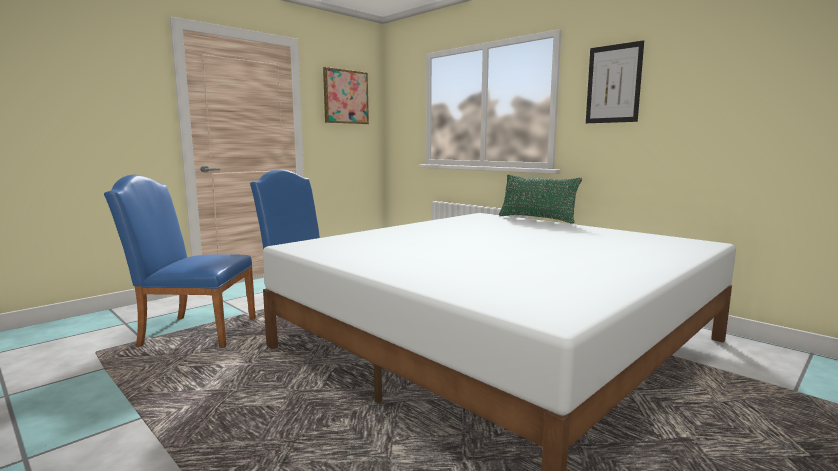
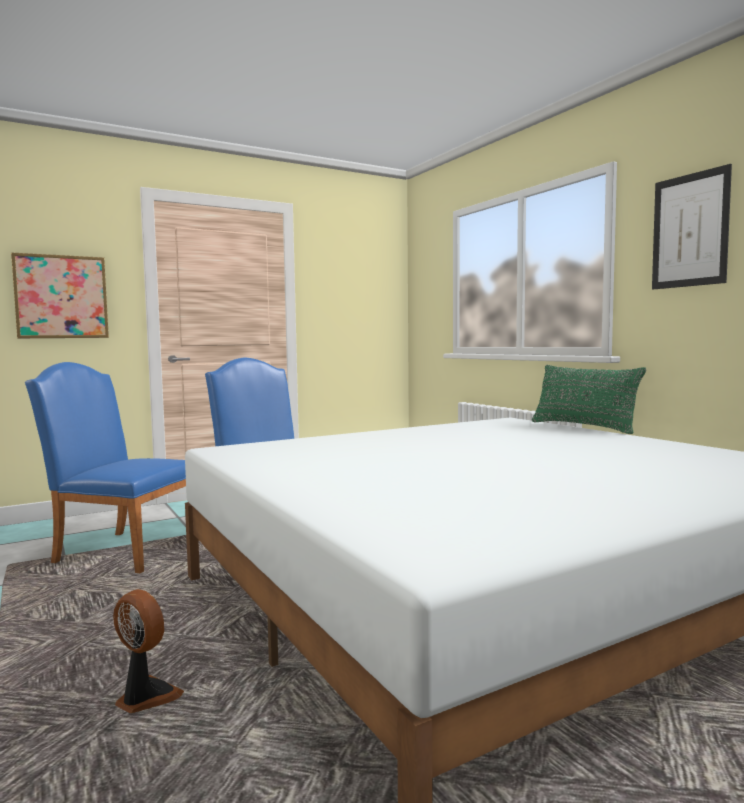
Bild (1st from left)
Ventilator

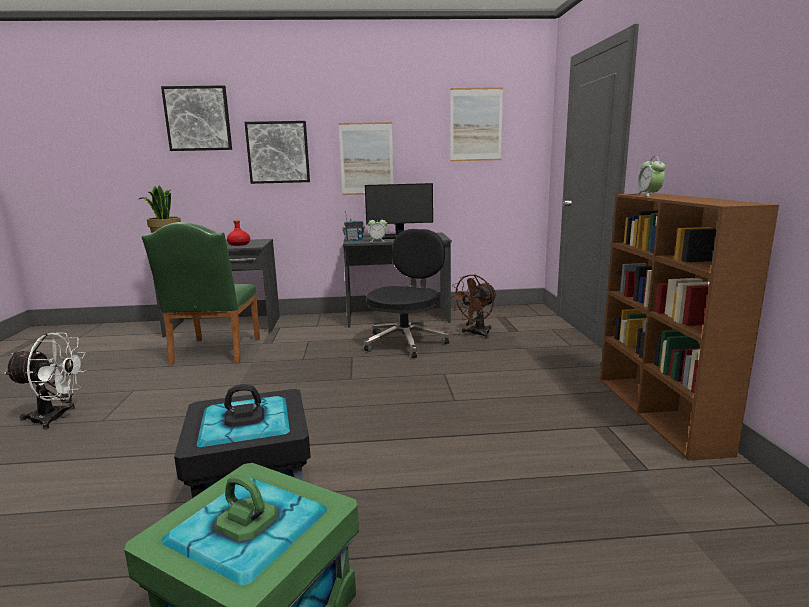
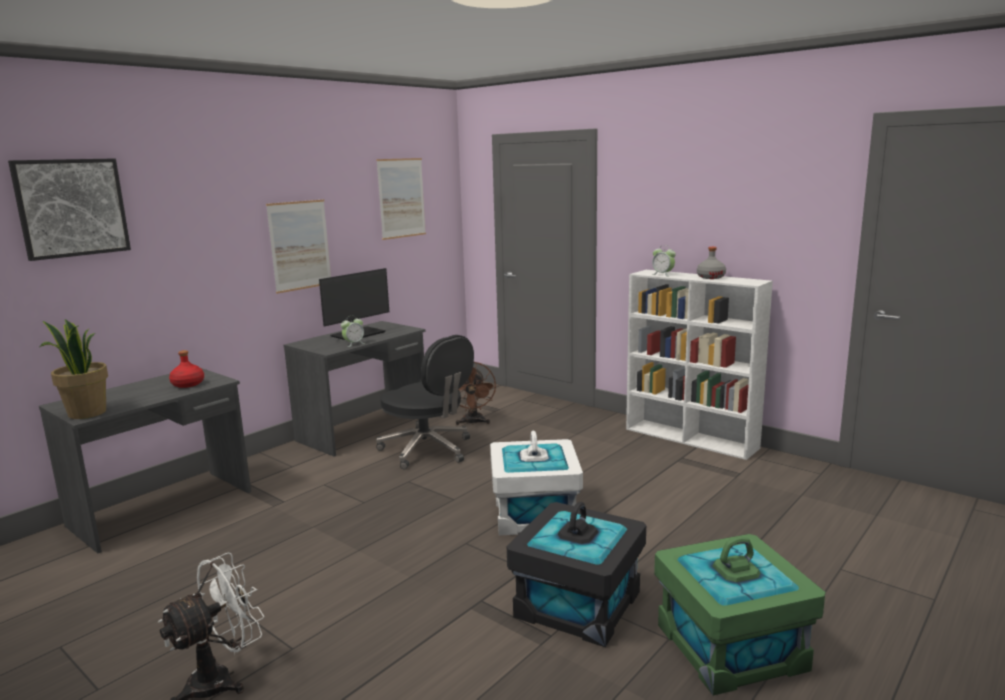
Stuhl/grün
Bild (2nd from left in the first image)
Radio
Bürostuhl/schwarz
Bücherregal/weiß
Aufbewahrungsbox/weiß
Flasche/grau

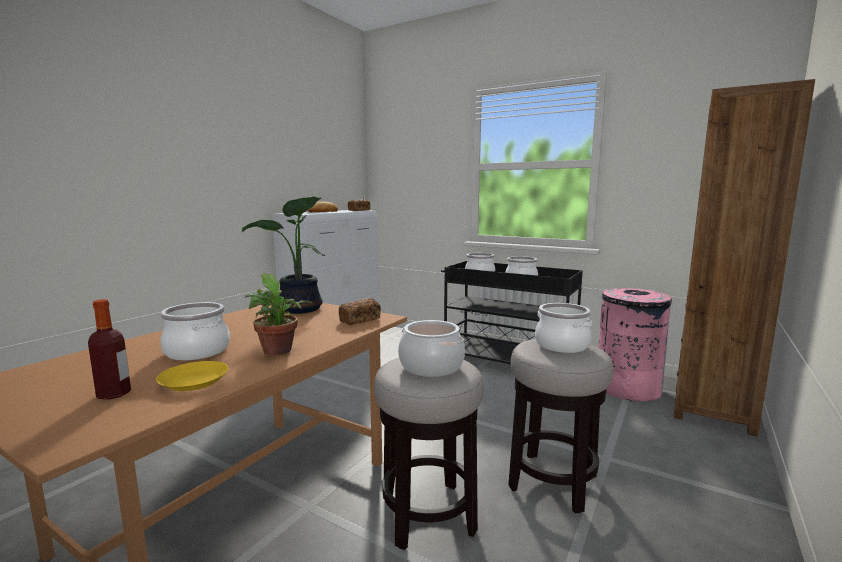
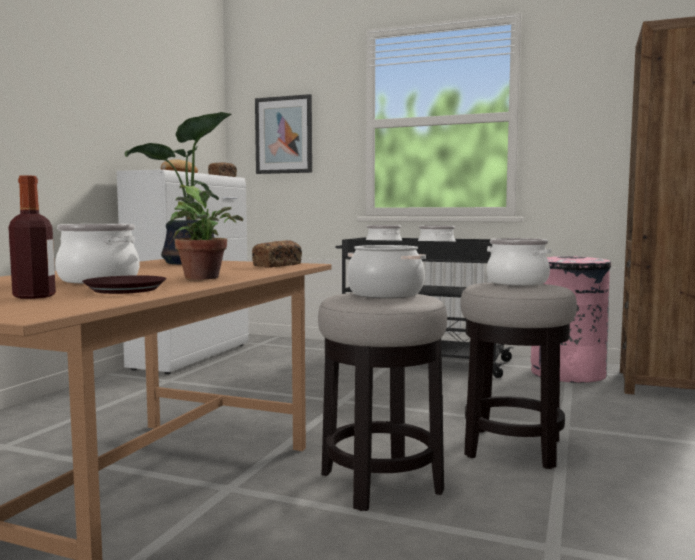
Teller/braun
Bild

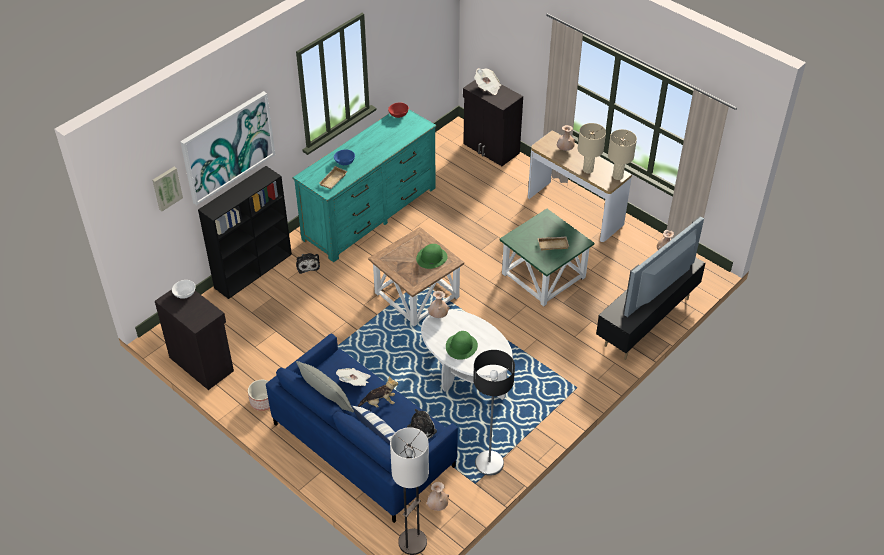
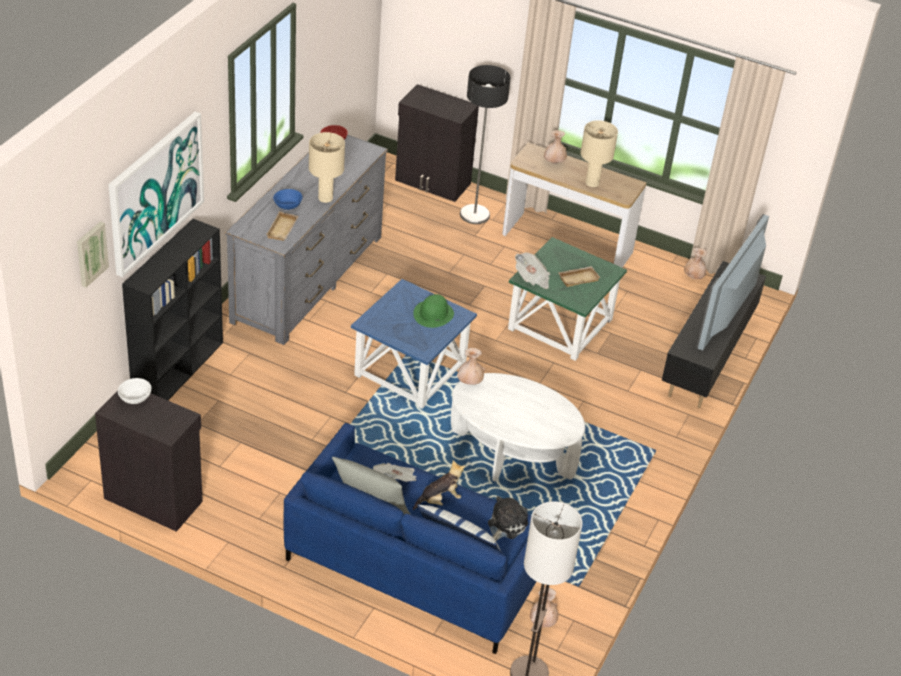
Pflanzkübel
Kommode/grau
Plüschtier (1st from left in the first image)
Beistelltisch/blau
Hut/grün (2nd from left in the first image)
Stehlampe (1st from left)
Zeitung (2nd from left)
Tischlampe/beige (1st from left)

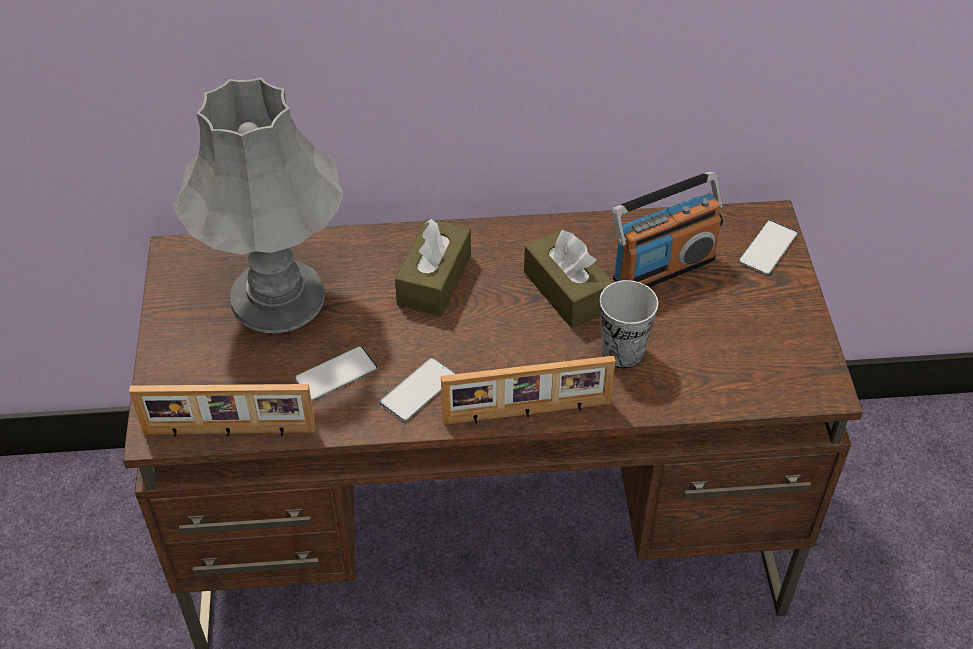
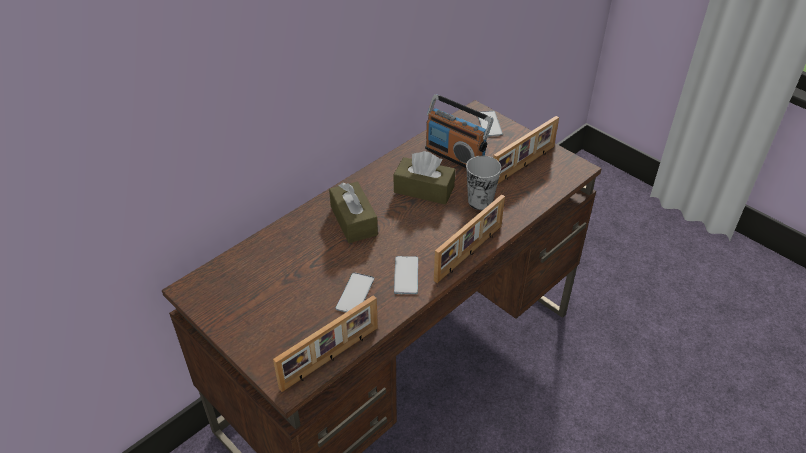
Tischlampe/grau
Radio
Bilderrahmen (3rd from left)

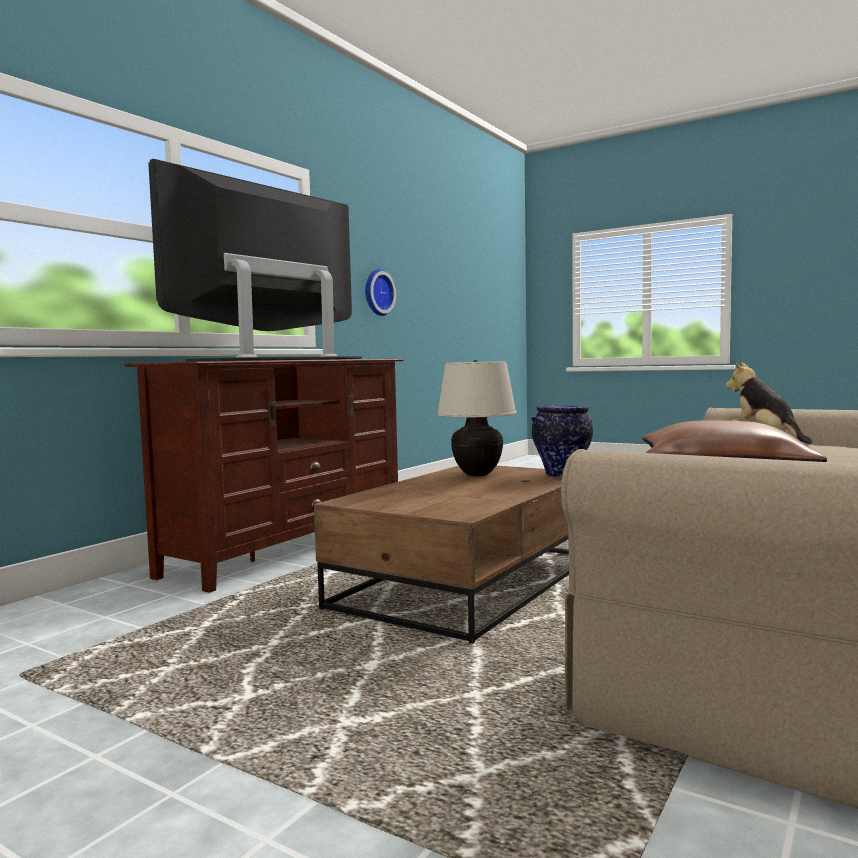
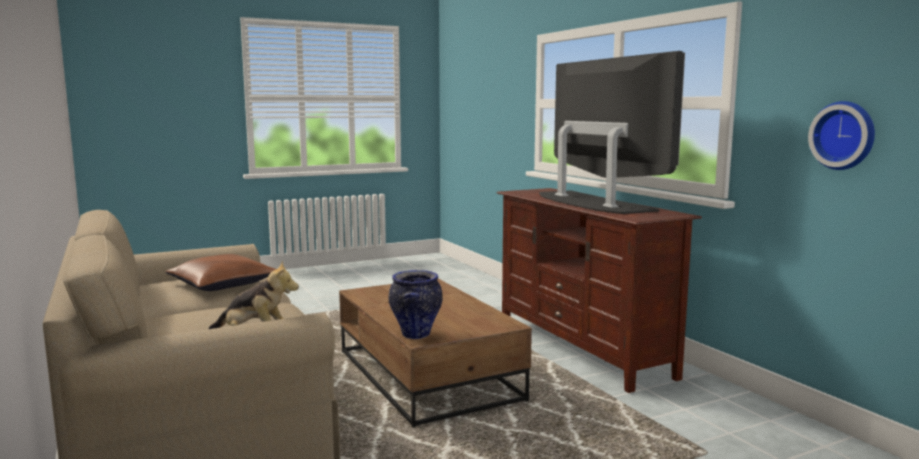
Tischlampe/beige

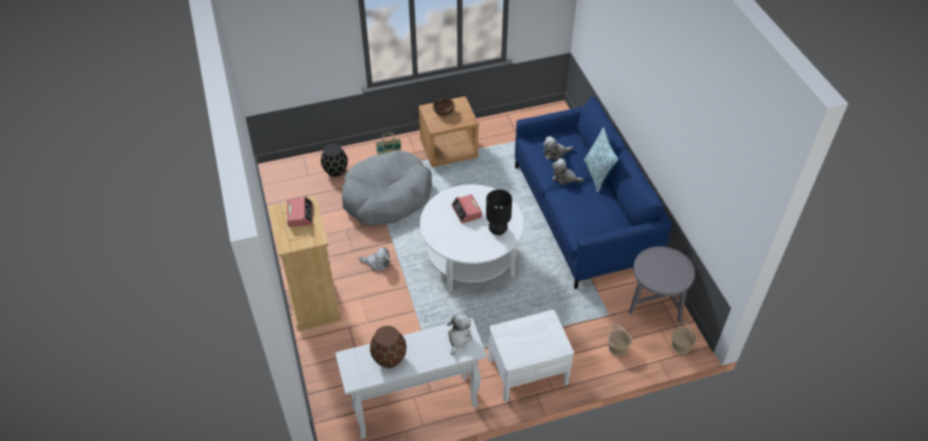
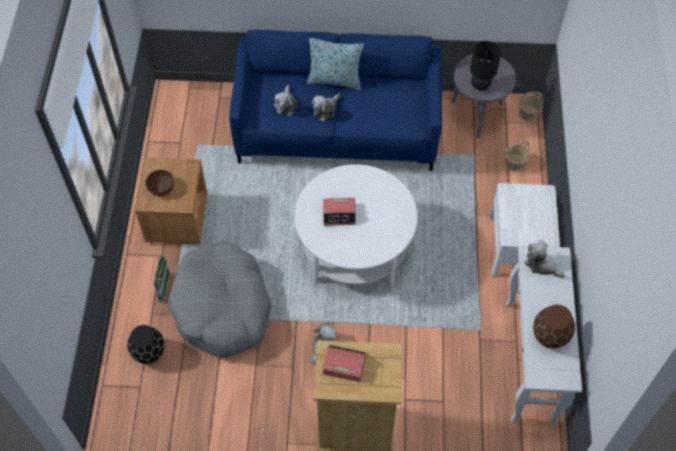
Tischlampe/schwarz

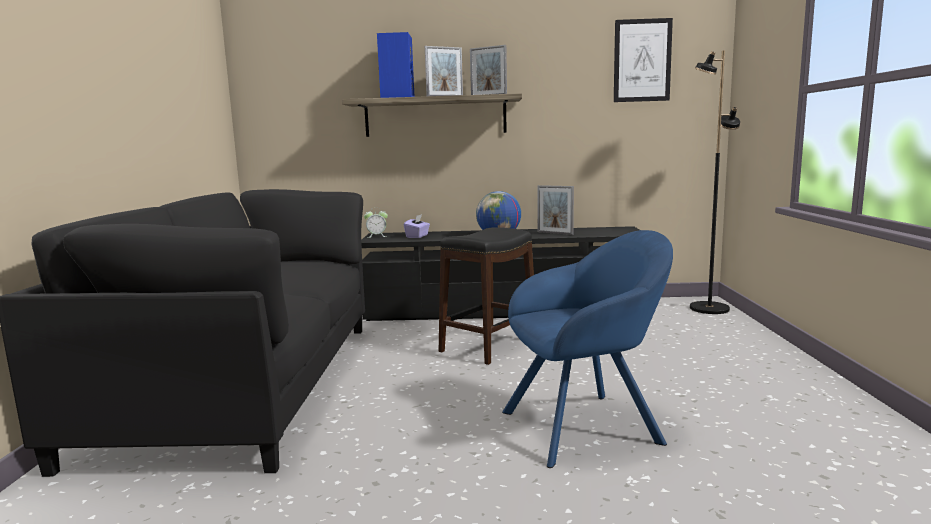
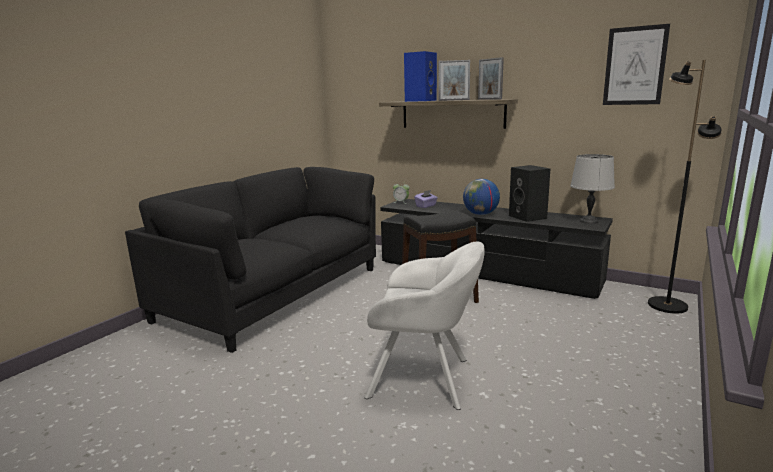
Sessel/weiß
Lautsprecher/schwarz
Tischlampe/grau

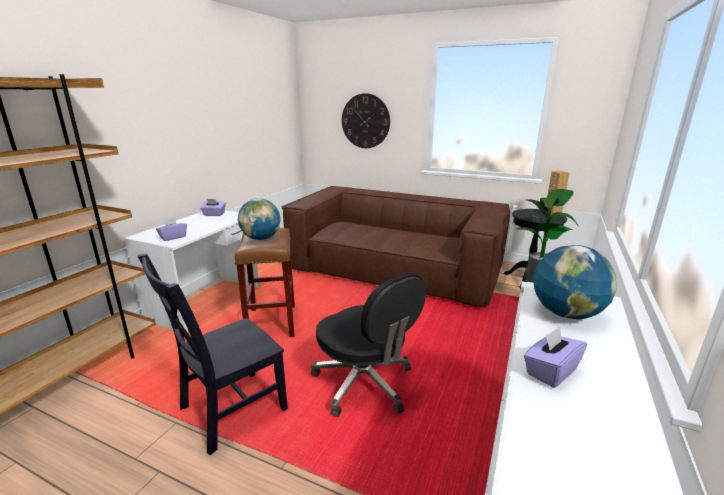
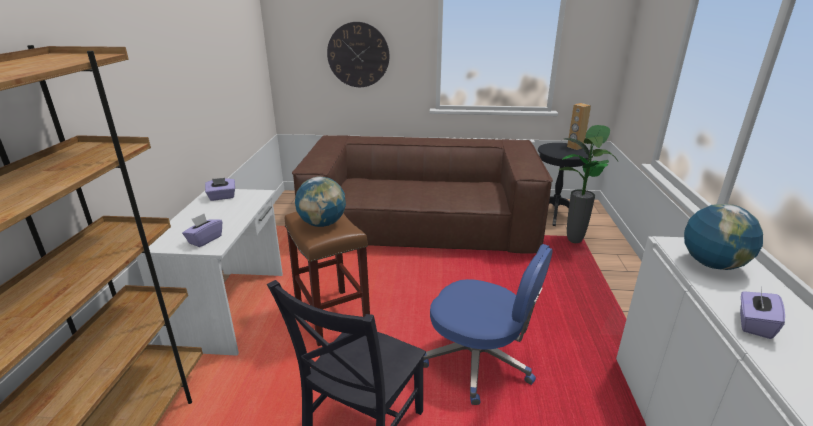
Bürostuhl/blau

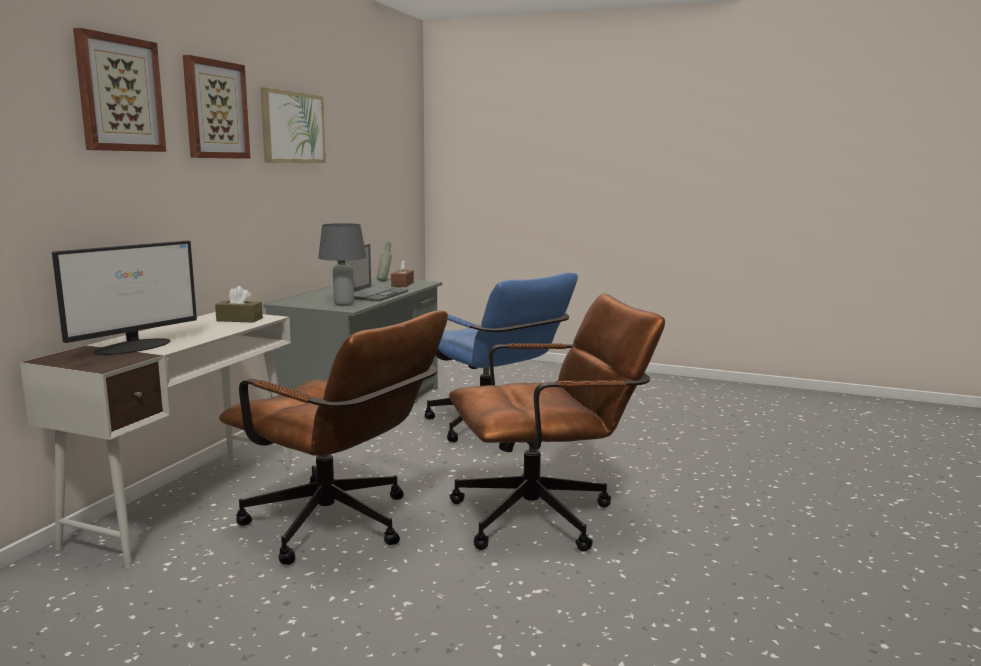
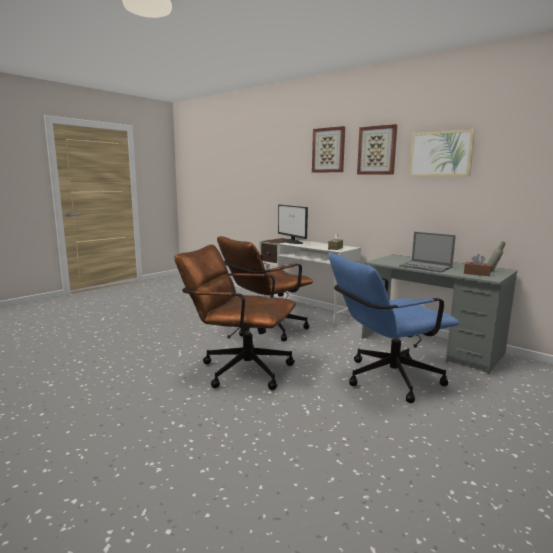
Tischlampe/grau
Bürostuhl/braun (1st from left)

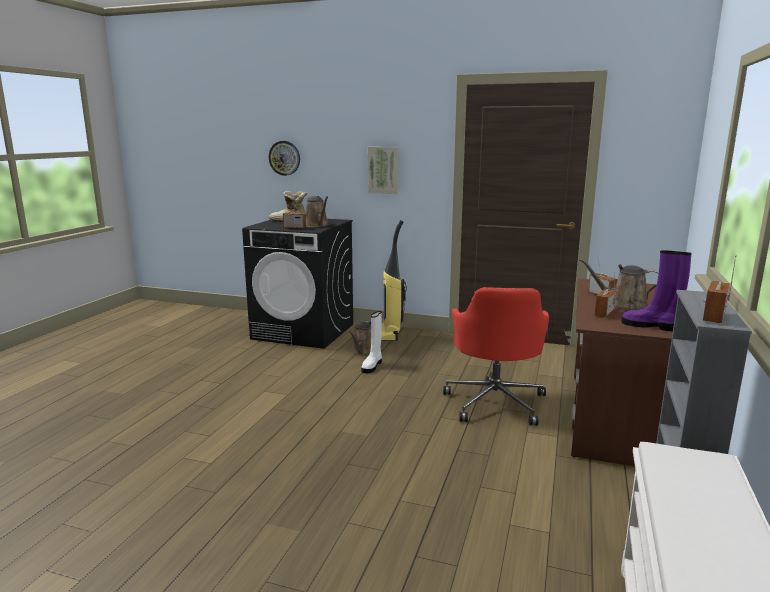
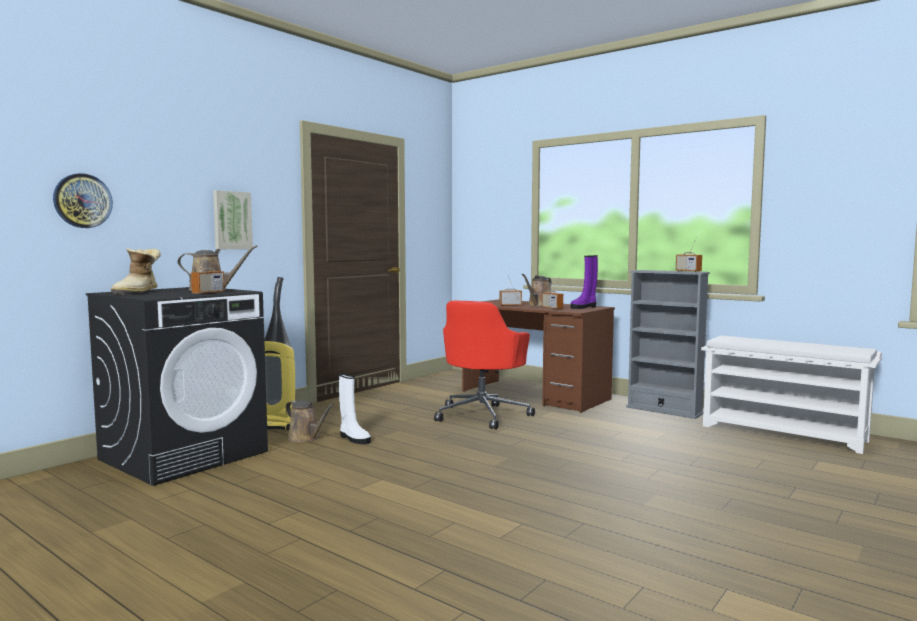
Bürostuhl/rot

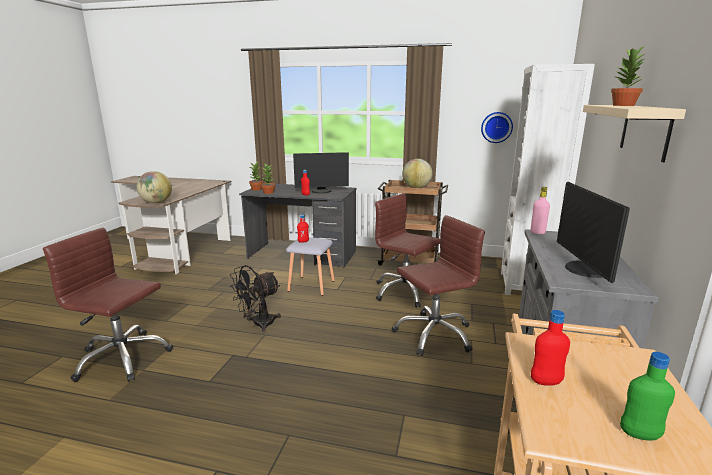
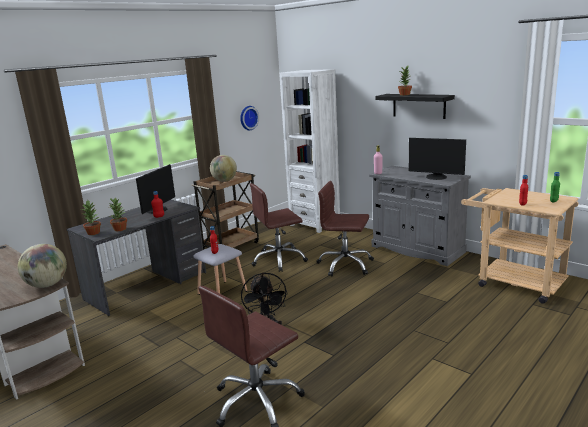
Bürostuhl/braun (3rd from left)
Wandregal/schwarz

